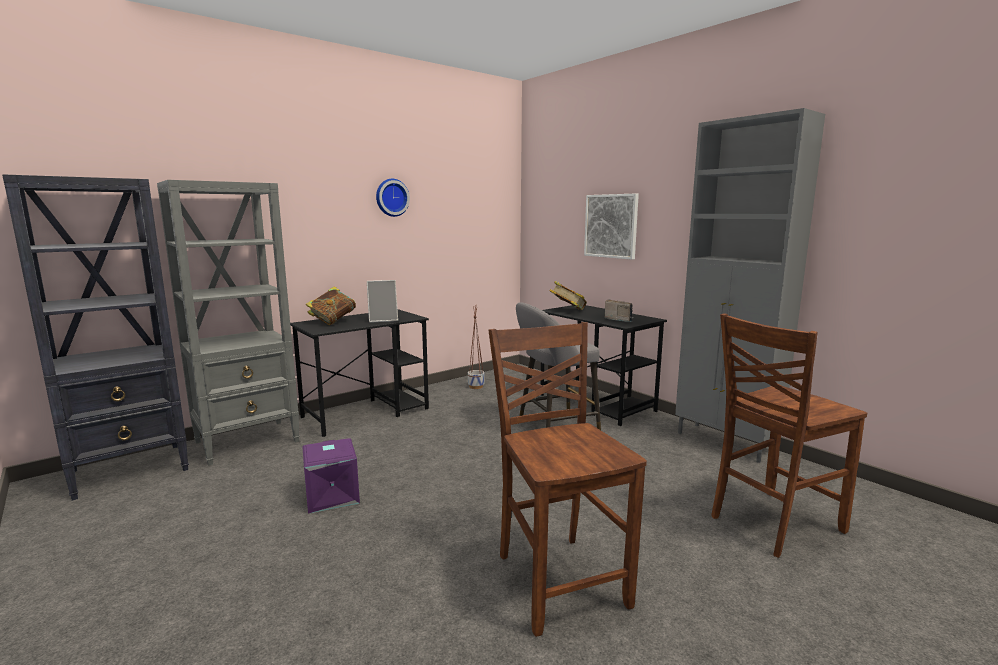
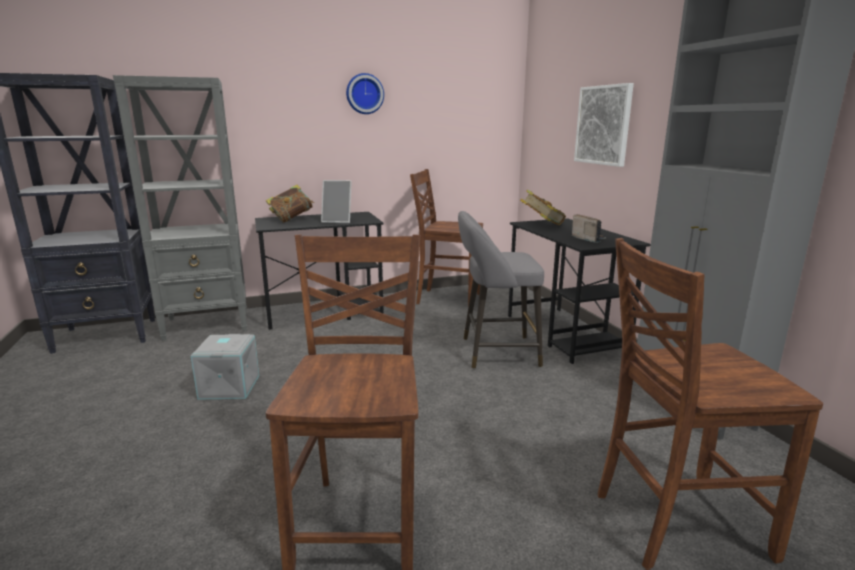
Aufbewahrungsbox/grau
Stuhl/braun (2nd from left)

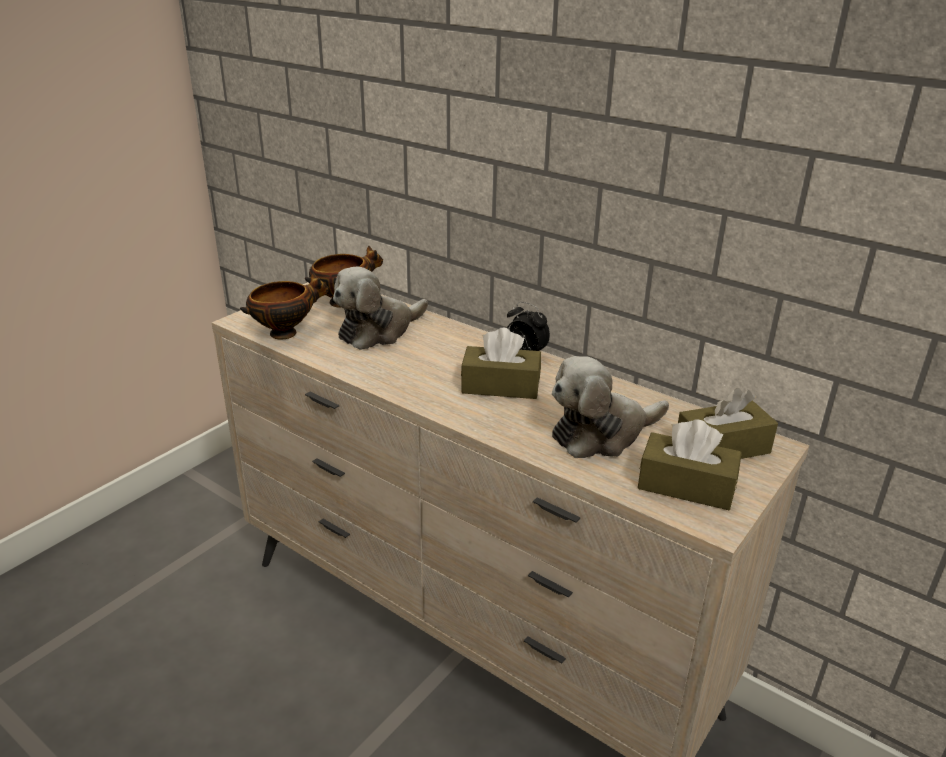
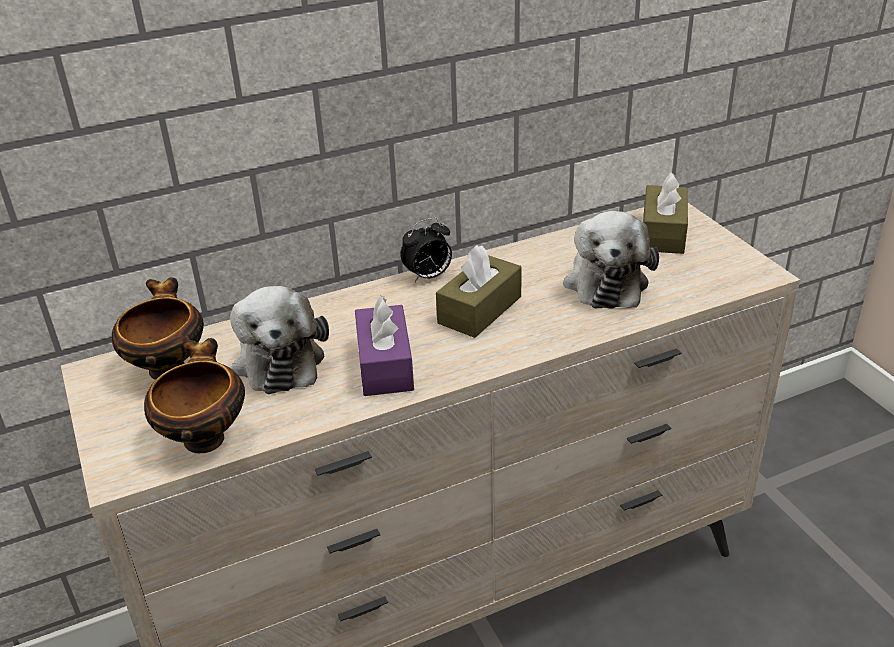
Taschentuchbox/braun (2nd from left in the first image)
Taschentuchbox/lila

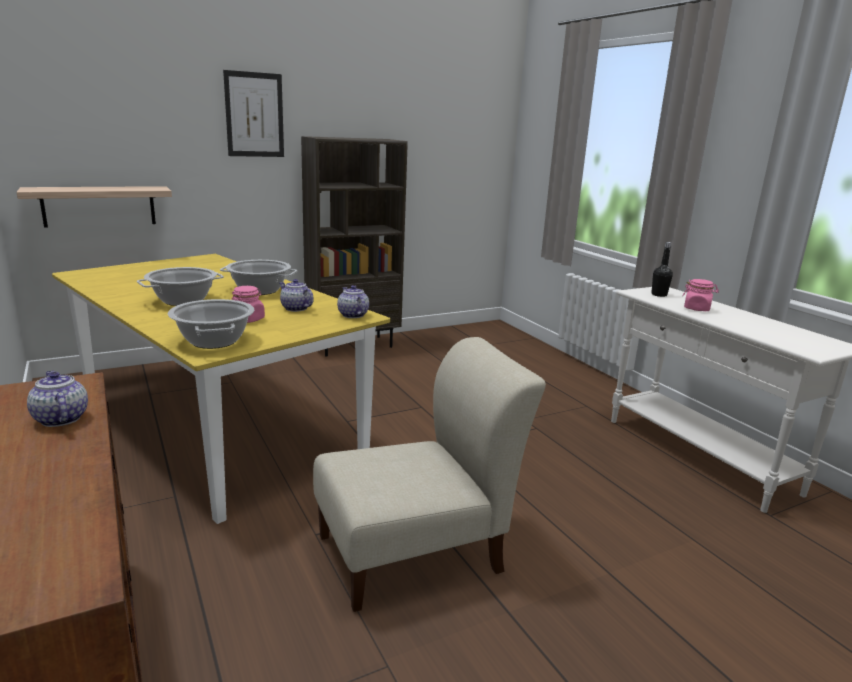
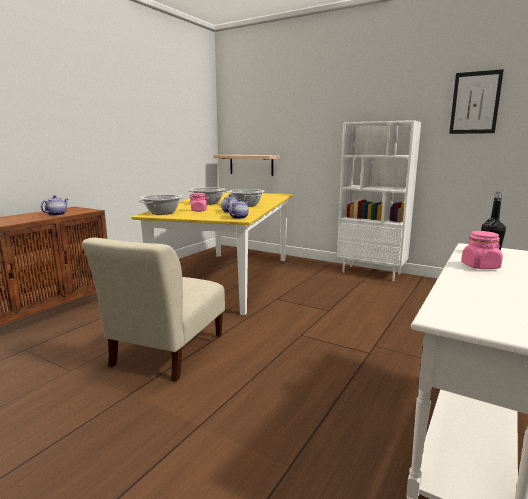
Bild
Bücherregal/weiß
Stuhl/beige

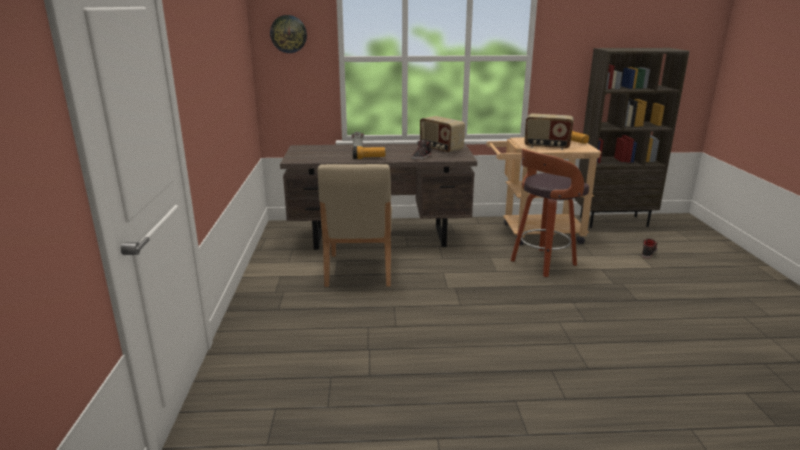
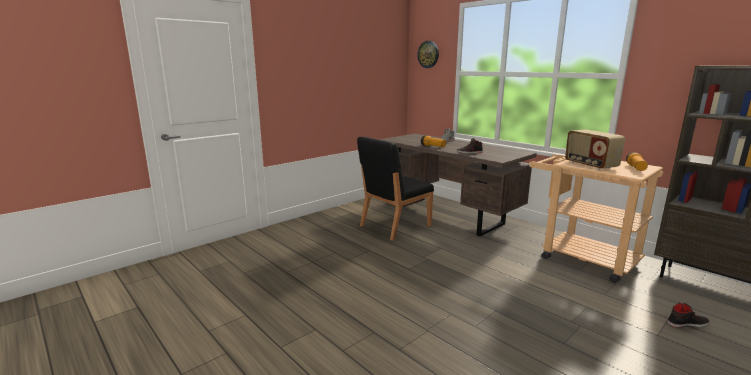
Stuhl/schwarz
Radio (1st from left in the first image)
Hocker

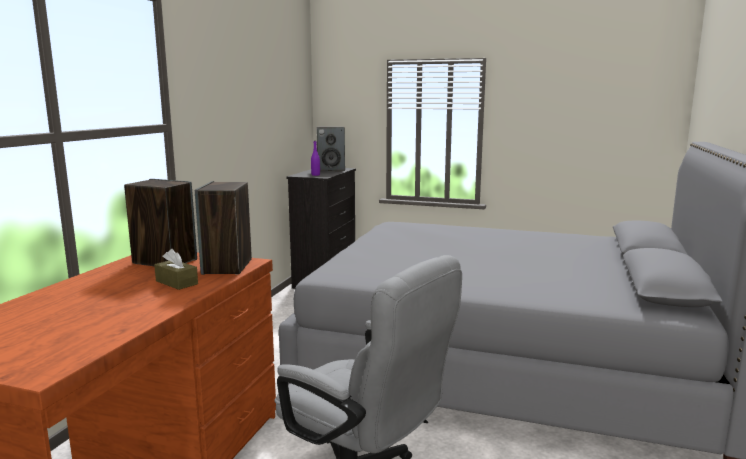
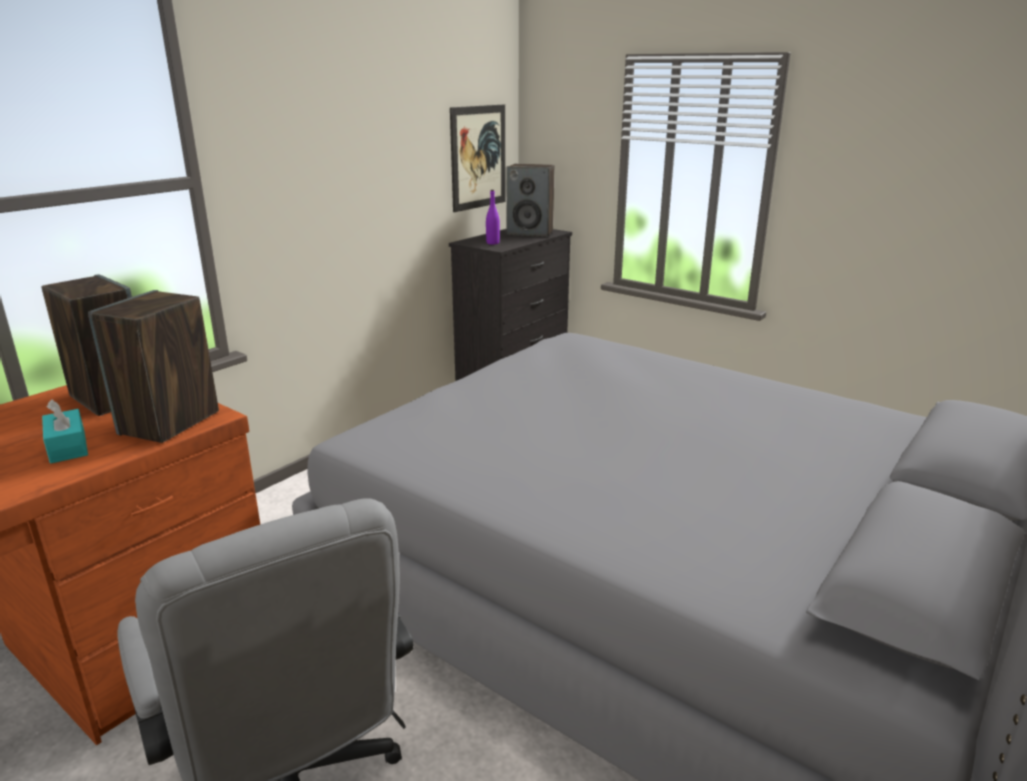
Taschentuchbox/türkis
Bild

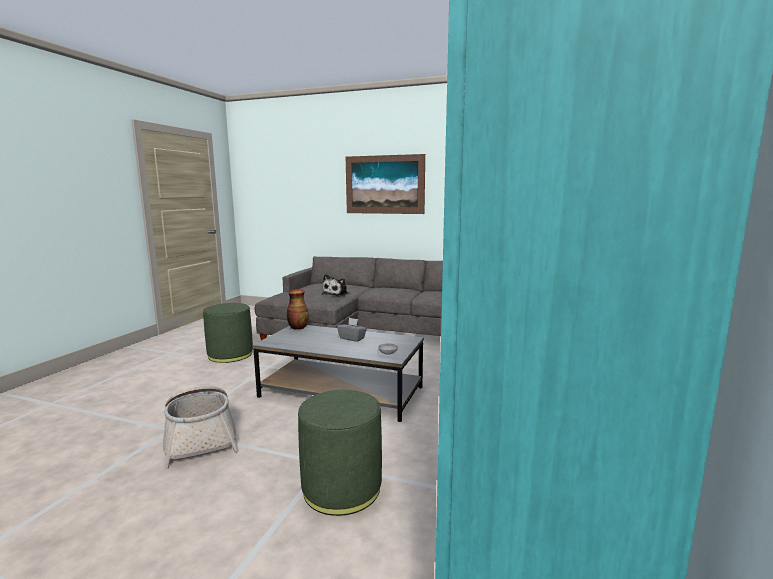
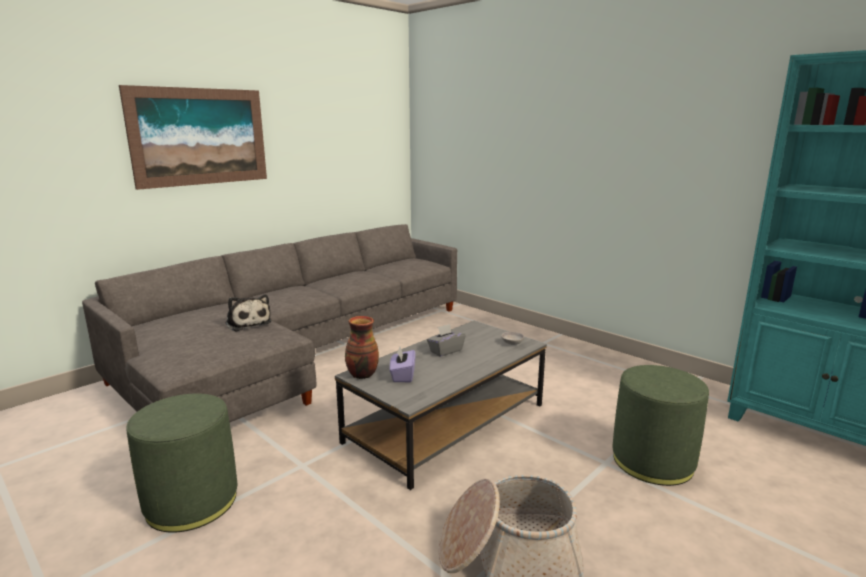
Taschentuchbox/lila

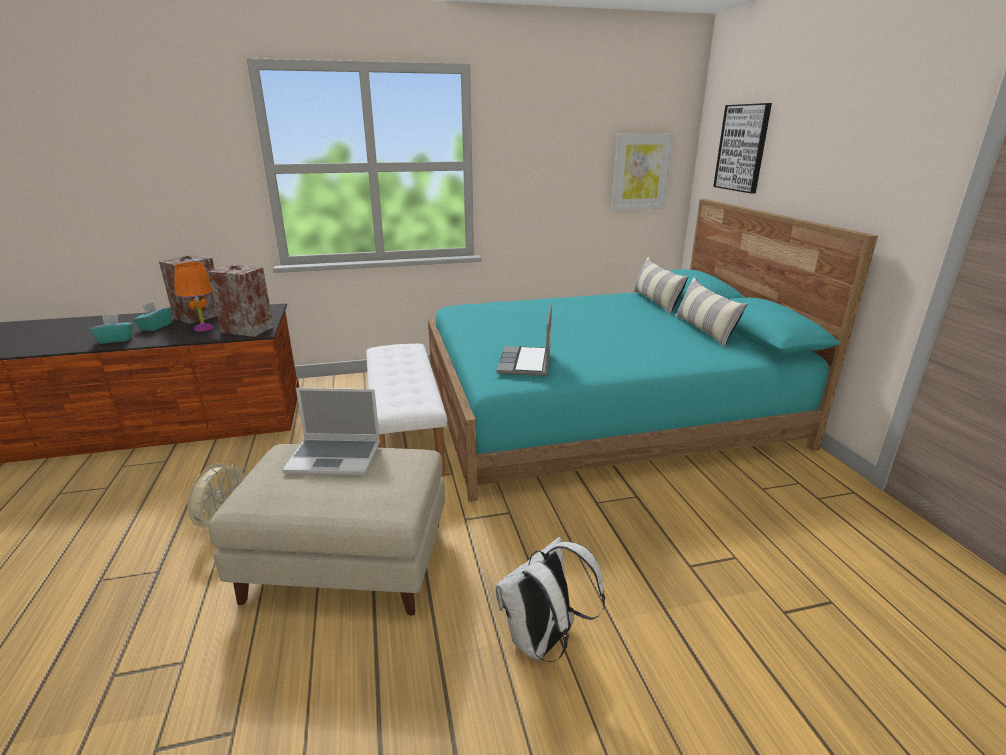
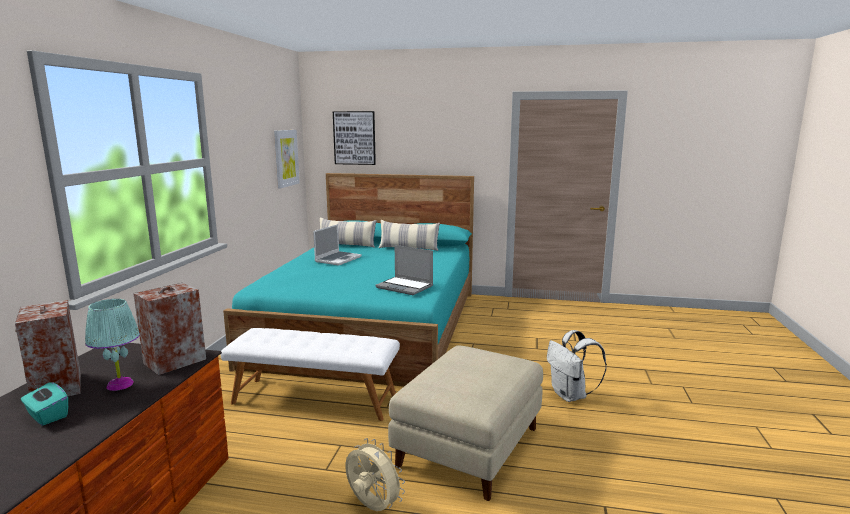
Taschentuchbox/türkis (1st from left in the first image)
Tischlampe/türkis
Laptop (1st from left)

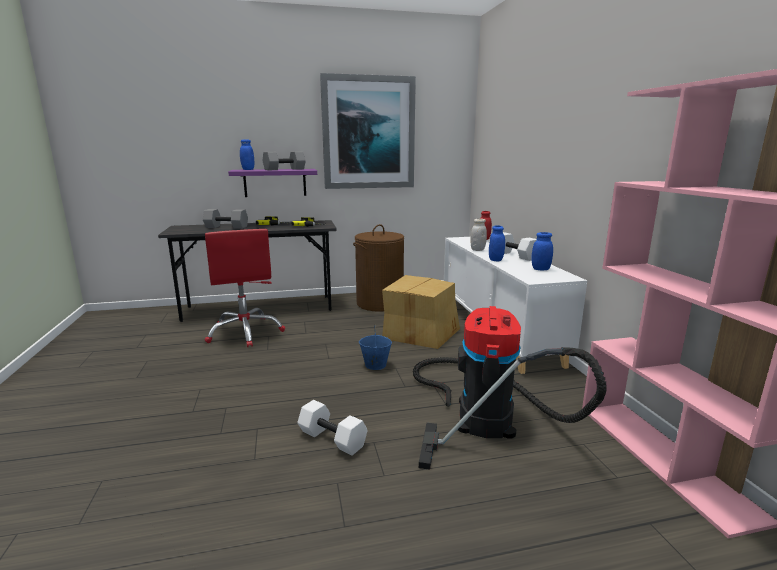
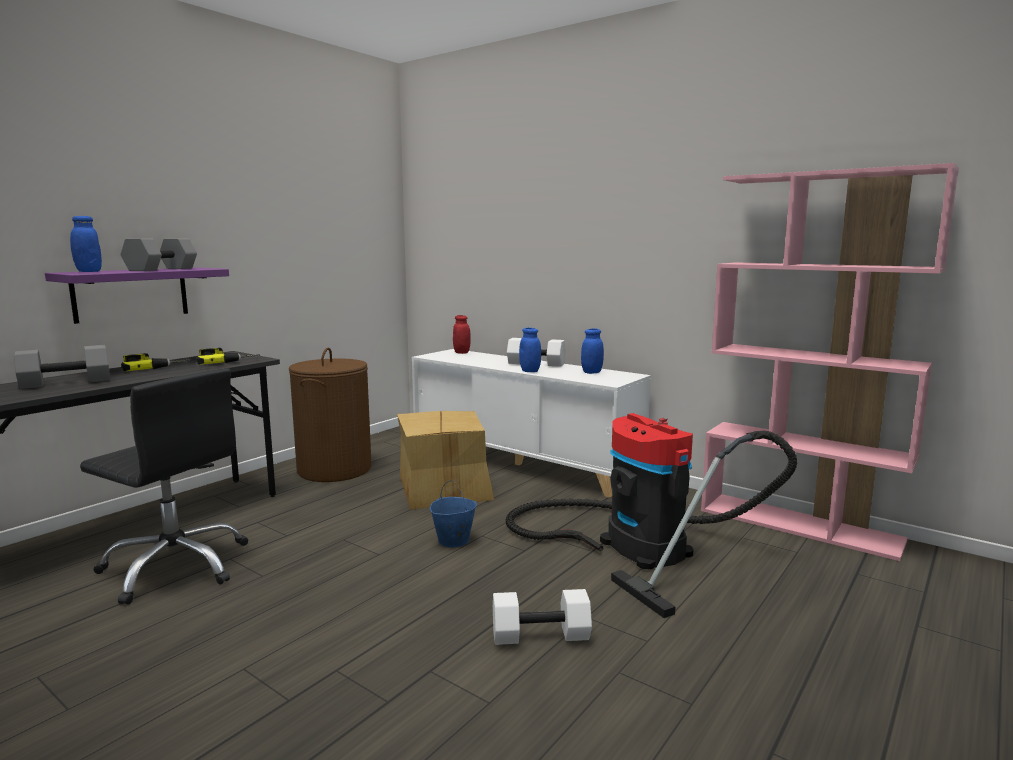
Bürostuhl/schwarz
Bild
Vorratsglas/weiß

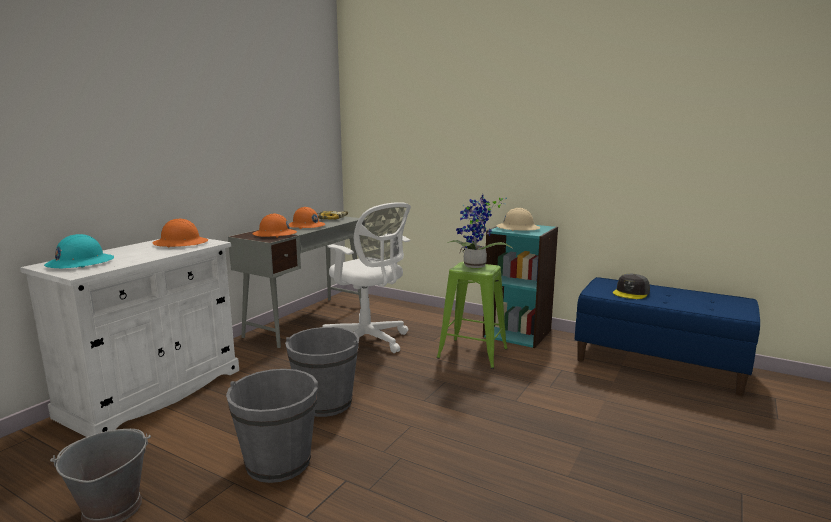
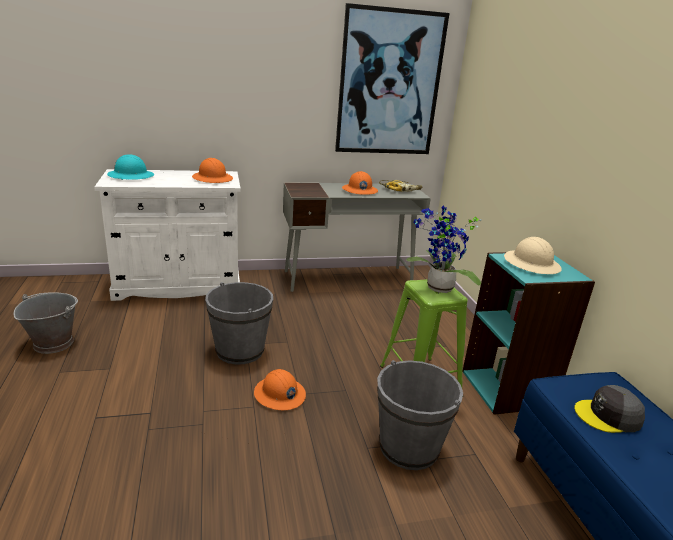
Eimer/grau (3rd from left)
Schutzhelm/orange (2nd from left)
Bürostuhl/weiß
Bild

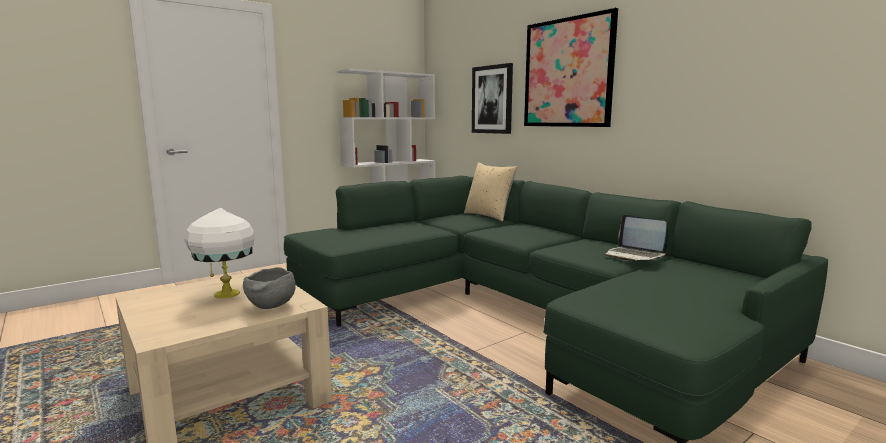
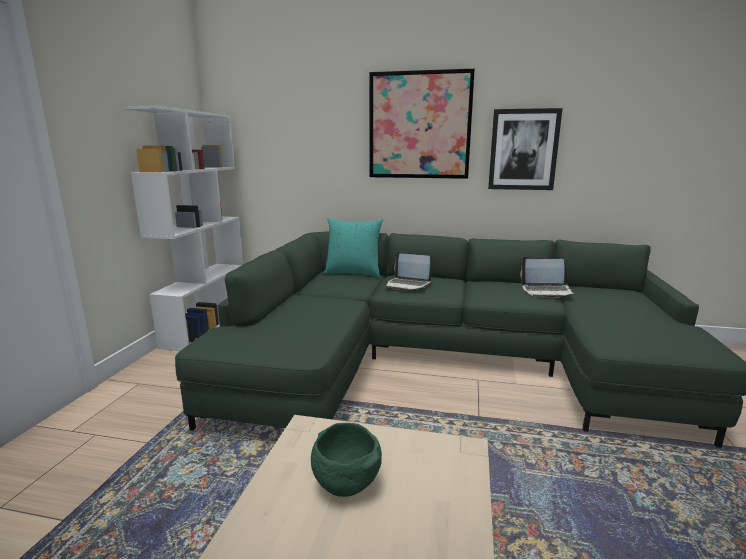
Schüssel/grün
Schüssel/grau
Kissen/türkis
Bild (2nd from left)
Laptop (1st from left)

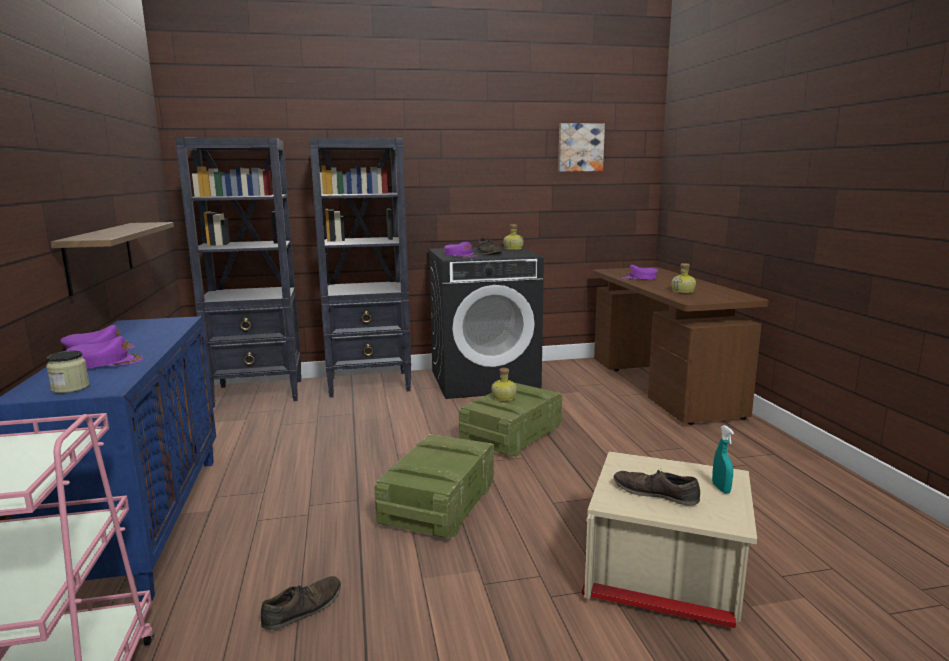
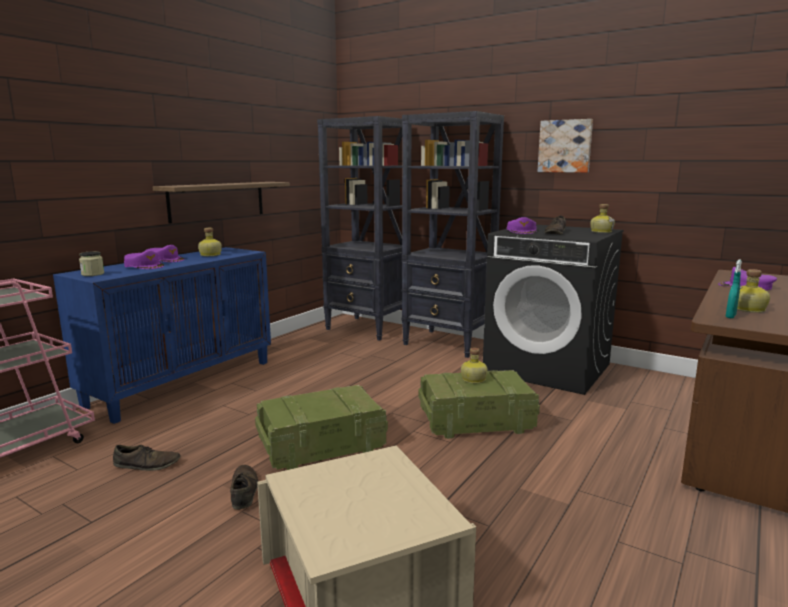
Bild
Schuh/braun (2nd from left)
Sprühflasche/türkis
Flasche (1st from left)

